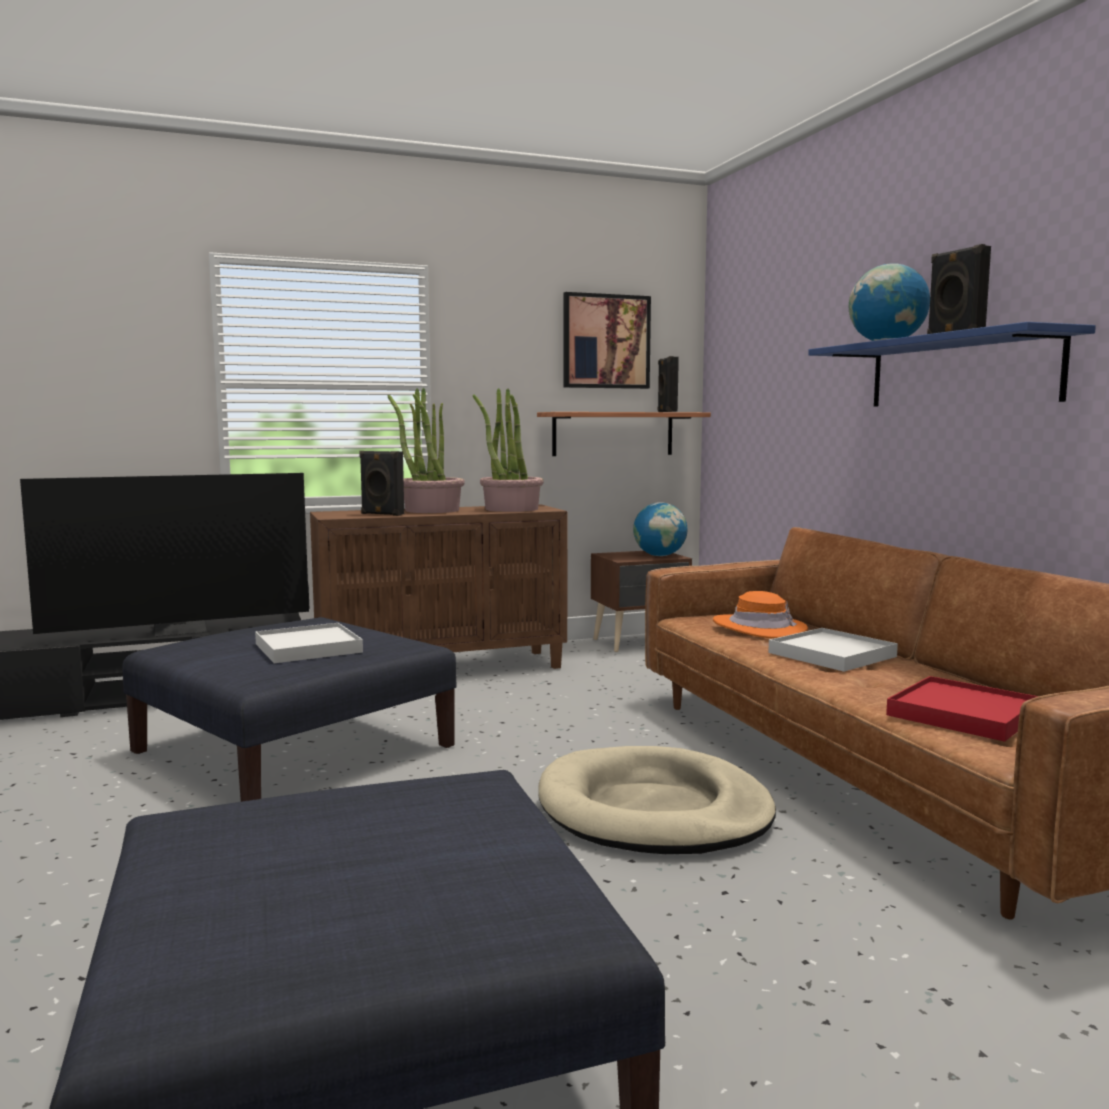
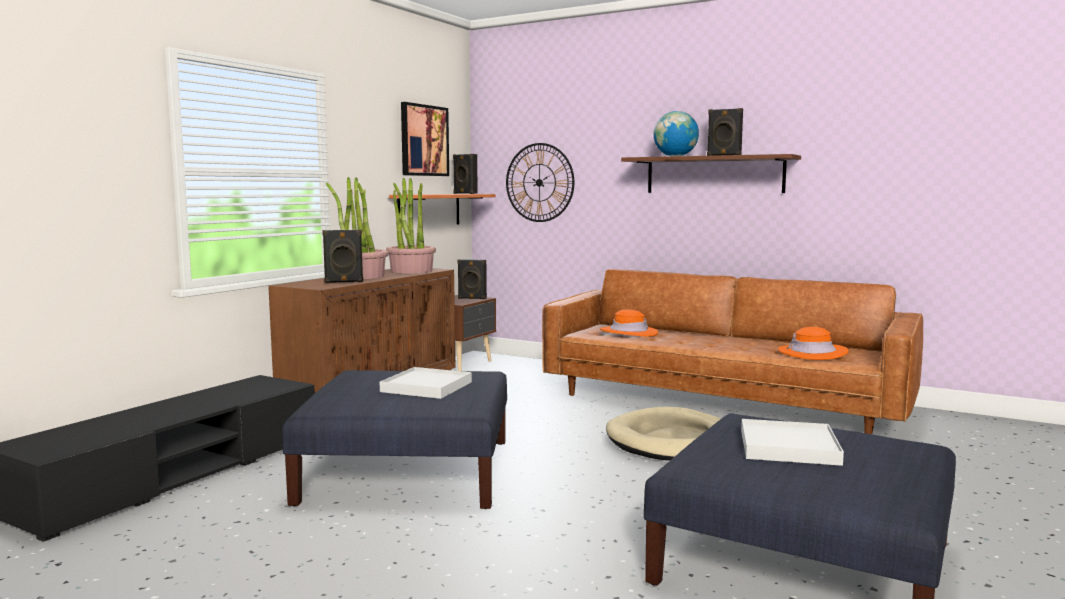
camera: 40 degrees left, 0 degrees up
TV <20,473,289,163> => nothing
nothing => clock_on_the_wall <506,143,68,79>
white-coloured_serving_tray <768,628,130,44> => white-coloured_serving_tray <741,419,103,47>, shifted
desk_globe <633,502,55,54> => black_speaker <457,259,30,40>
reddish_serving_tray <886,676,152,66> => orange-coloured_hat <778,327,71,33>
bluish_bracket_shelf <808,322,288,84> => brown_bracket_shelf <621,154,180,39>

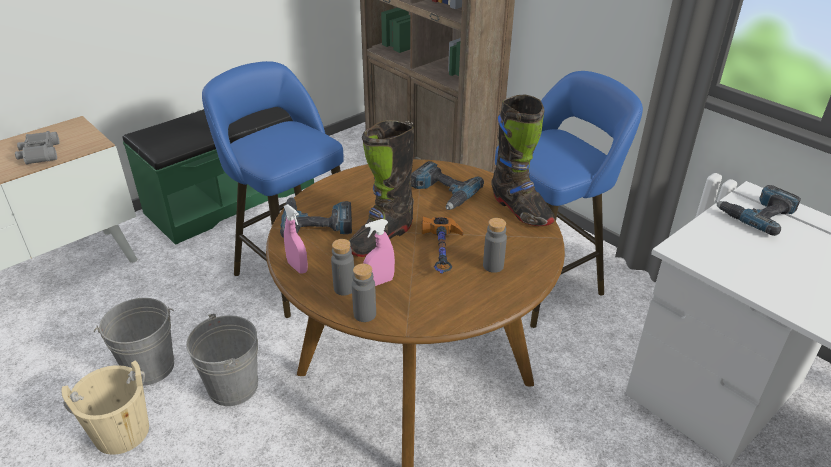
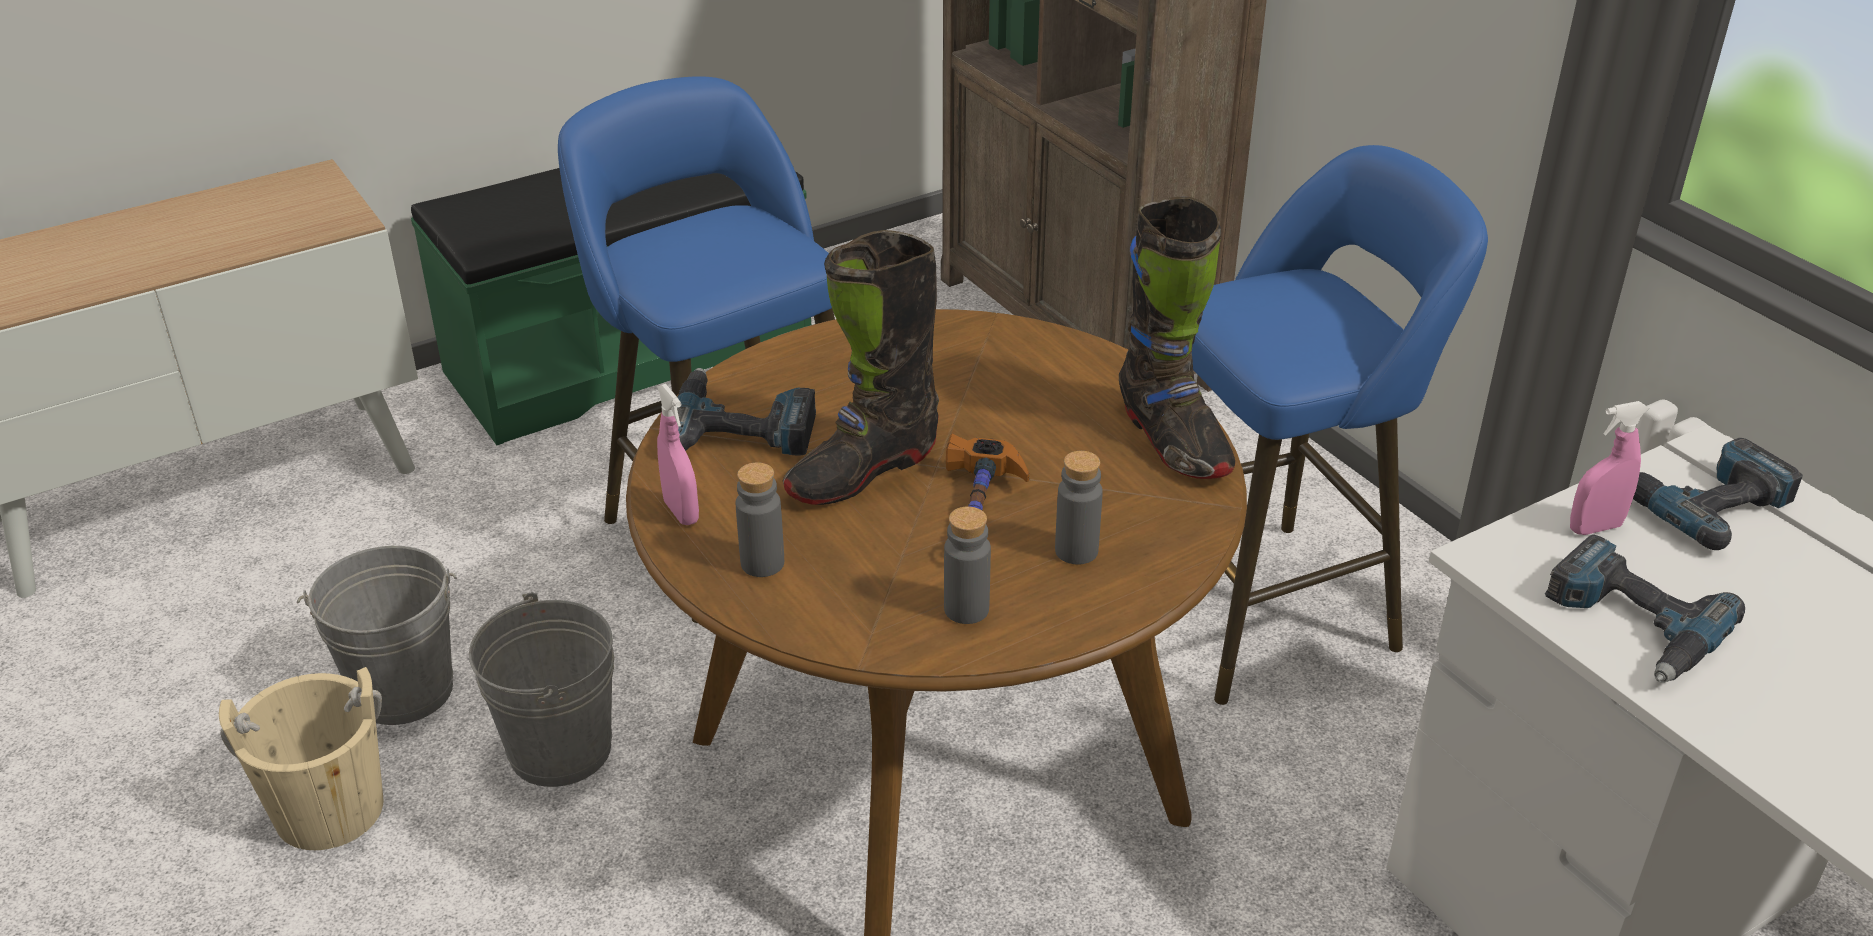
camera: 10 degrees right, 0 degrees up
gray_binoculars <15,131,45,33> => nothing
gray_drink_bottle <352,263,24,59> => gray_drink_bottle <944,506,47,118>, shifted
pink-coloured_spray_bottle <363,219,32,67> => pink-coloured_spray_bottle <1570,401,79,134>, shifted
drill <411,161,73,49> => drill <1545,534,200,149>, shifted

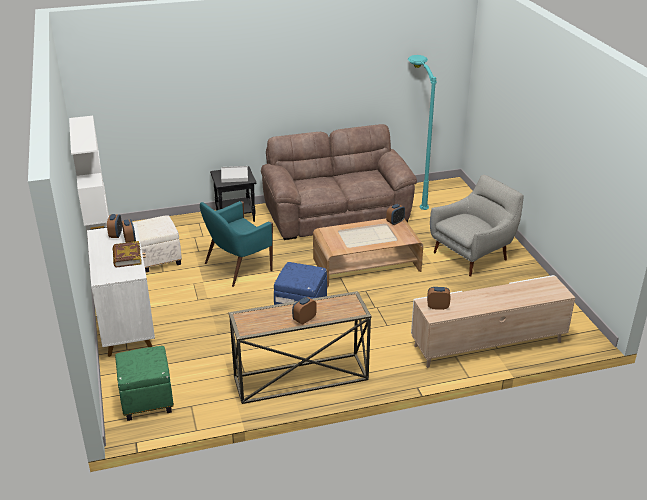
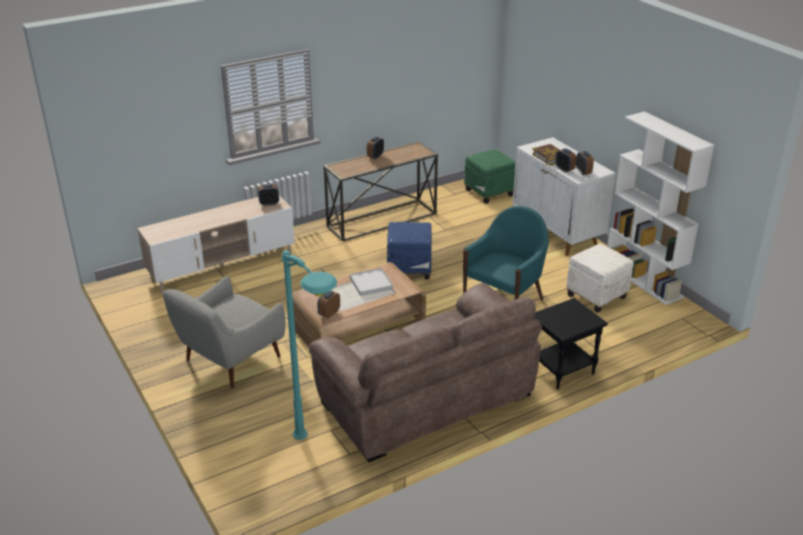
camera: 165 degrees right, 0 degrees up
white-coloured_serving_tray <221,166,27,17> => white-coloured_serving_tray <350,268,43,28>, shifted

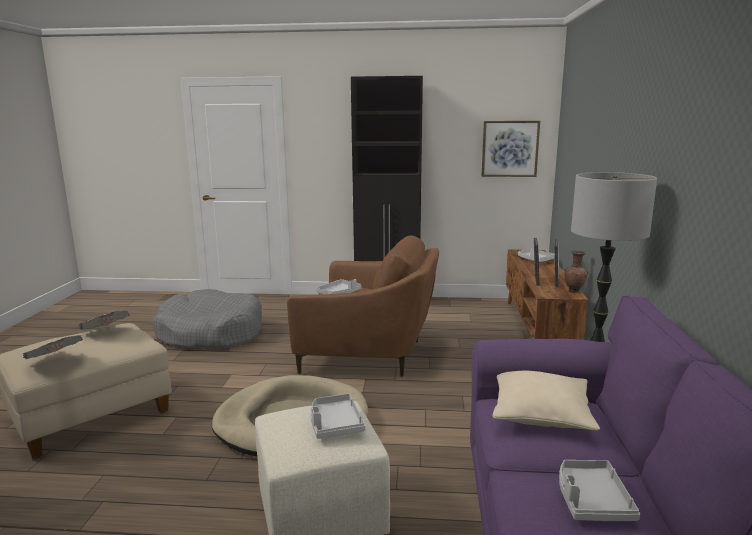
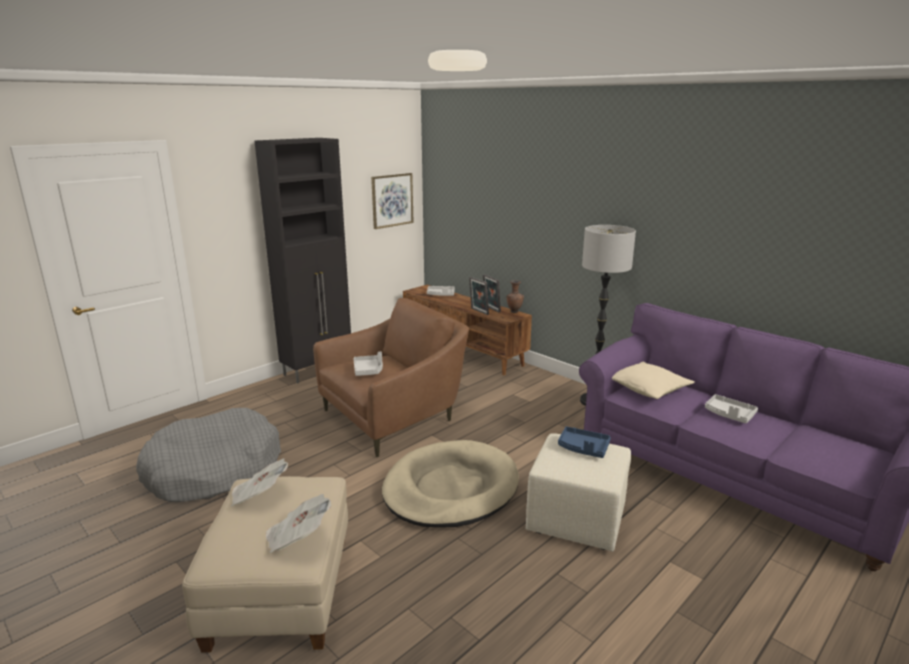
camera: 50 degrees left, 5 degrees up
gray_serving_tray <310,393,56,46> => bluish_serving_tray <558,426,53,32>

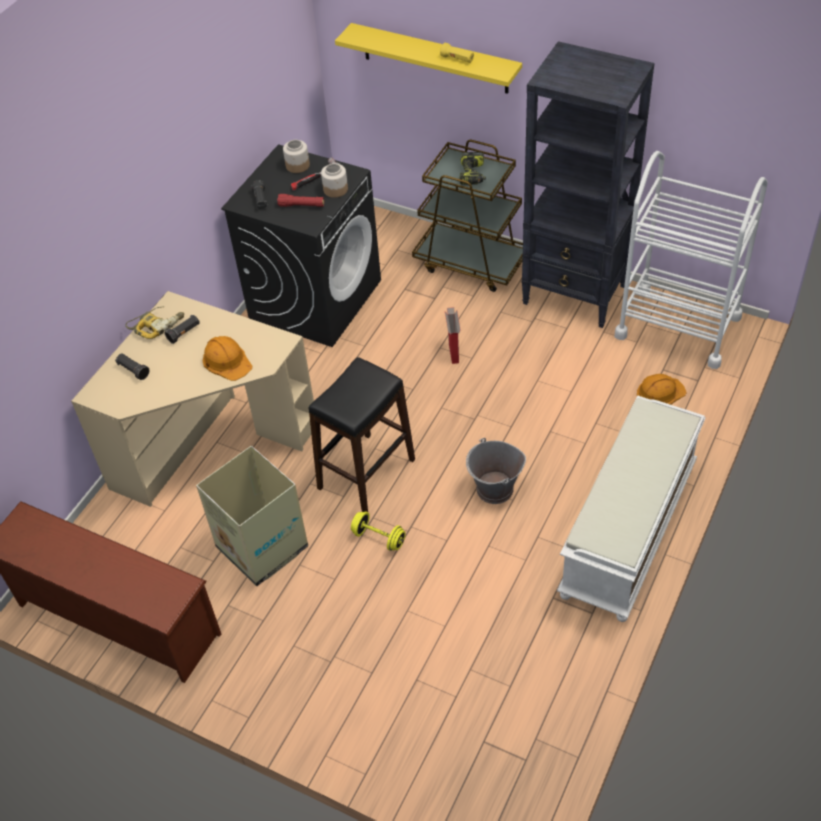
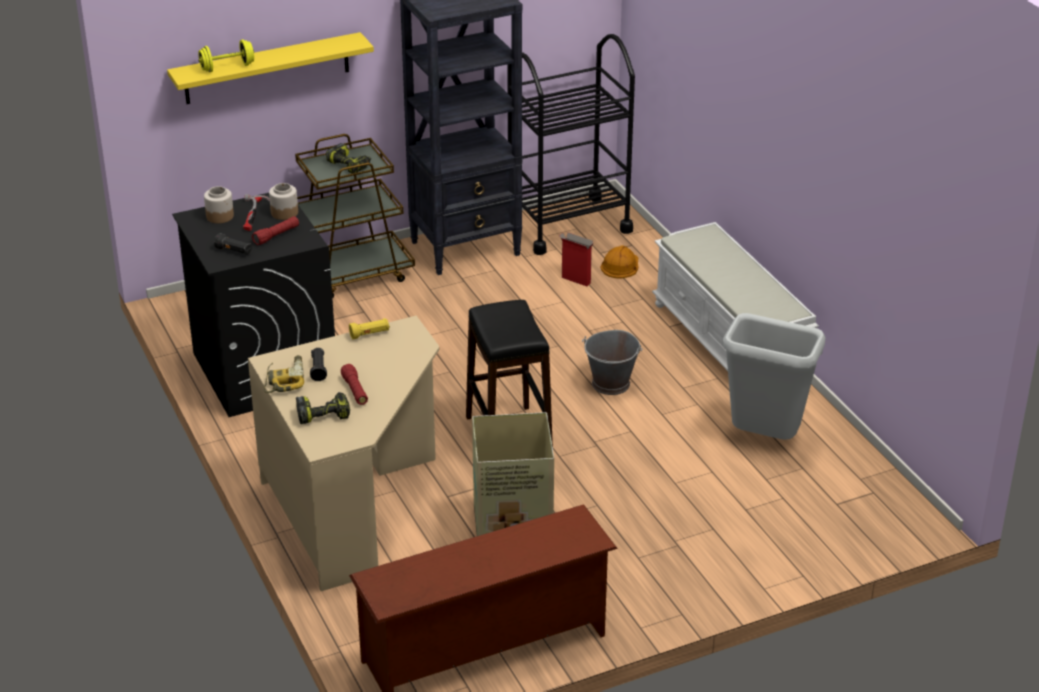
camera: 55 degrees left, 15 degrees down
orange-coloured_safety_helmet <203,336,49,45> => nothing
nothing => reddish_torch <341,364,27,41>
nothing => gray_waste_bin <722,313,104,127>
yellowish_hand_weight <351,511,55,40> => yellowish_hand_weight <198,40,56,32>, shifted
yellowish_torch <440,43,34,20> => yellowish_torch <349,318,41,21>, shifted
packing_box <445,307,16,57> => packing_box <559,232,35,54>, shifted
black_torch <115,353,34,27> => drill <296,392,54,32>
white-coloured_cart <615,151,153,218> => black_cart <507,34,128,221>

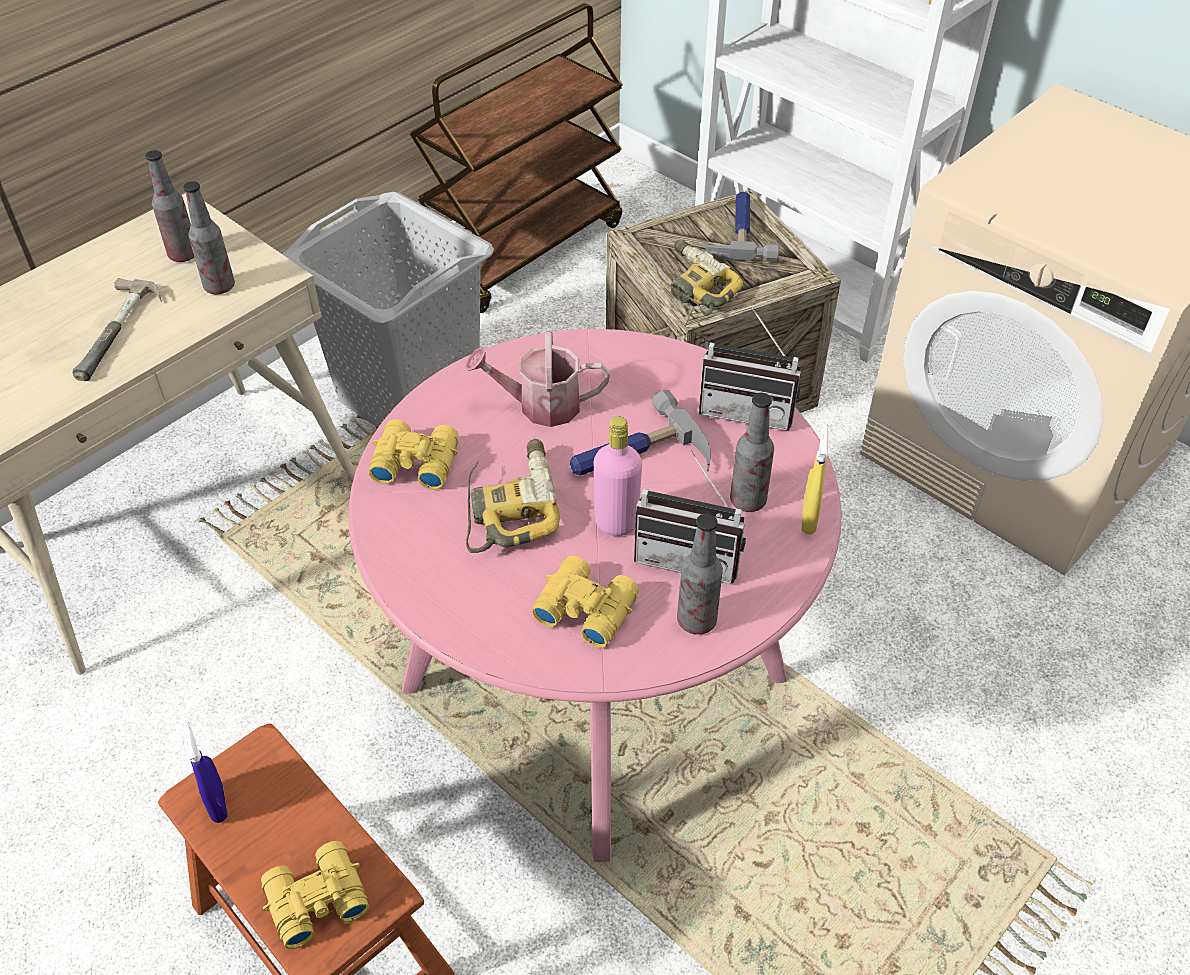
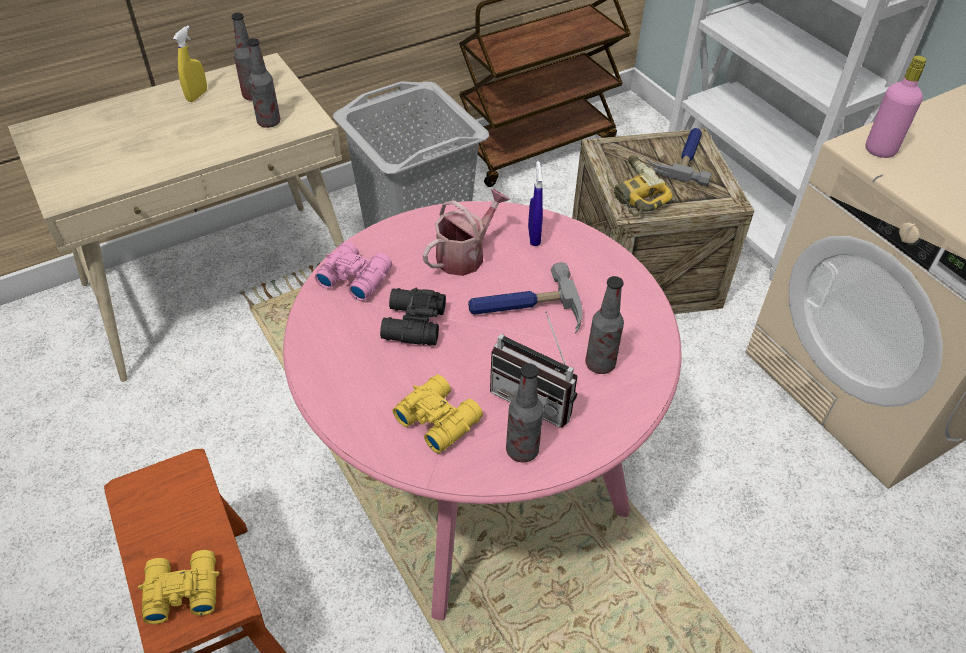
camera: 15 degrees right, 0 degrees up
hammer <72,278,90,103> => nothing
radio_receiver <699,307,102,124> => nothing
bluish_spray_bottle <184,723,44,100> => bluish_spray_bottle <528,161,15,85>, shifted
pink-coloured_drink_bottle <594,416,48,120> => pink-coloured_drink_bottle <866,55,61,103>, shifted
yellowish_spray_bottle <801,424,28,111> => yellowish_spray_bottle <173,26,34,76>, shifted
drill <466,439,94,114> => black_binoculars <380,287,66,58>
yellowish_binoculars <369,419,90,71> => pink-coloured_binoculars <315,241,77,60>
watering_pot <465,331,145,96> => watering_pot <423,189,87,87>, 120 degrees clockwise

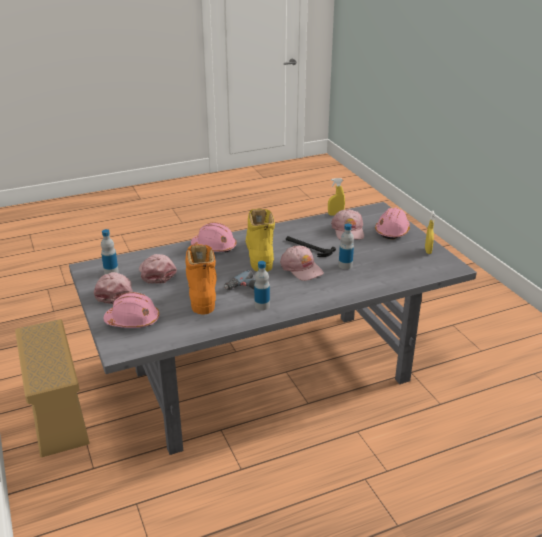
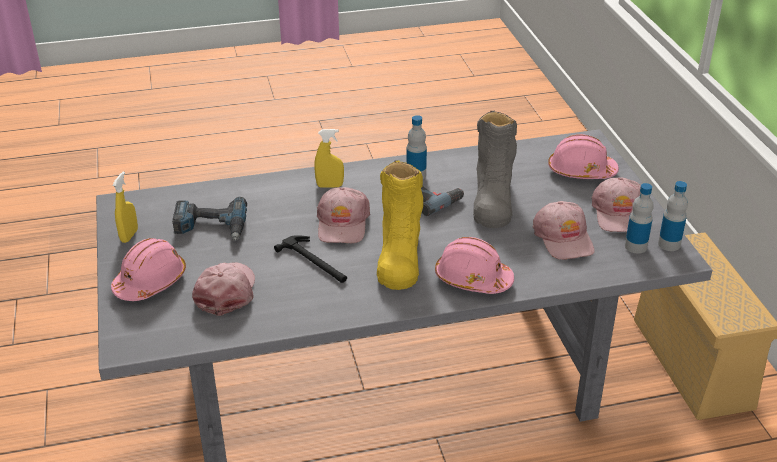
camera: 170 degrees left, 5 degrees up
nothing => drill <172,197,75,44>
yellowish_spray_bottle <328,178,17,38> => yellowish_spray_bottle <315,129,29,59>, shifted
drink_bottle <339,223,15,46> => drink_bottle <658,181,30,70>, shifted
orange-coloured_boot <185,245,32,69> => gray_boot <473,111,44,117>
pink-coloured_cap <280,246,44,35> => pink-coloured_cap <317,187,53,56>, 150 degrees counterclockwise

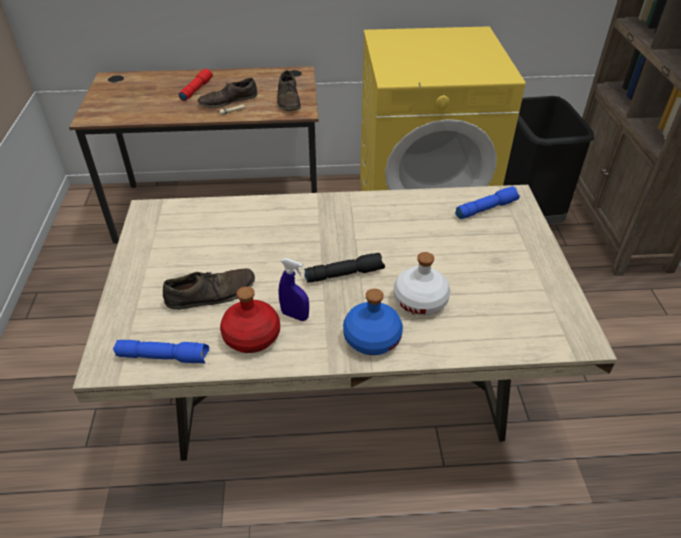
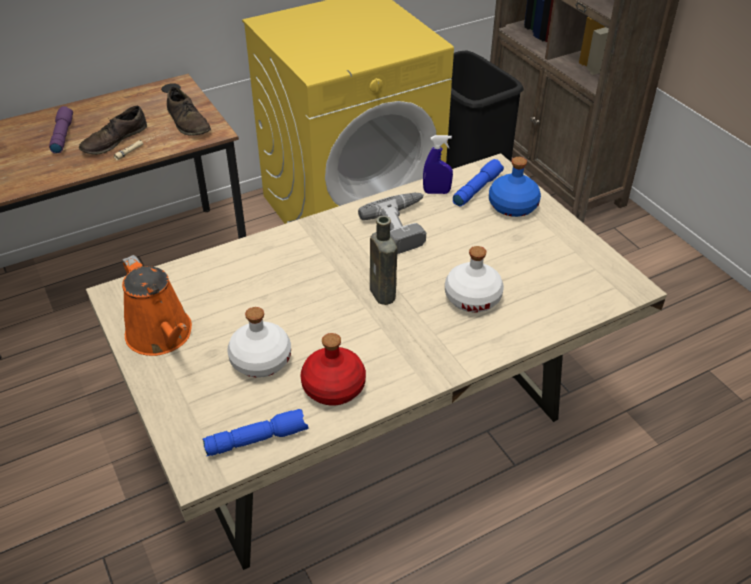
camera: 25 degrees left, 0 degrees up
nothing => orange-coloured_watering_pot <122,255,70,101>
nothing => drill <358,193,68,61>
bluish_spray_bottle <278,258,31,63> => bluish_spray_bottle <423,135,30,59>, shifted
bluish_drink_bottle <343,289,60,66> => bluish_drink_bottle <489,157,52,60>, shifted
brown_shoe <163,268,92,42> => white-coloured_drink_bottle <227,307,64,71>
black_torch <304,253,81,30> => brown_drink_bottle <370,216,28,89>
reddish_torch <179,69,34,32> => purple-coloured_torch <49,106,24,47>

